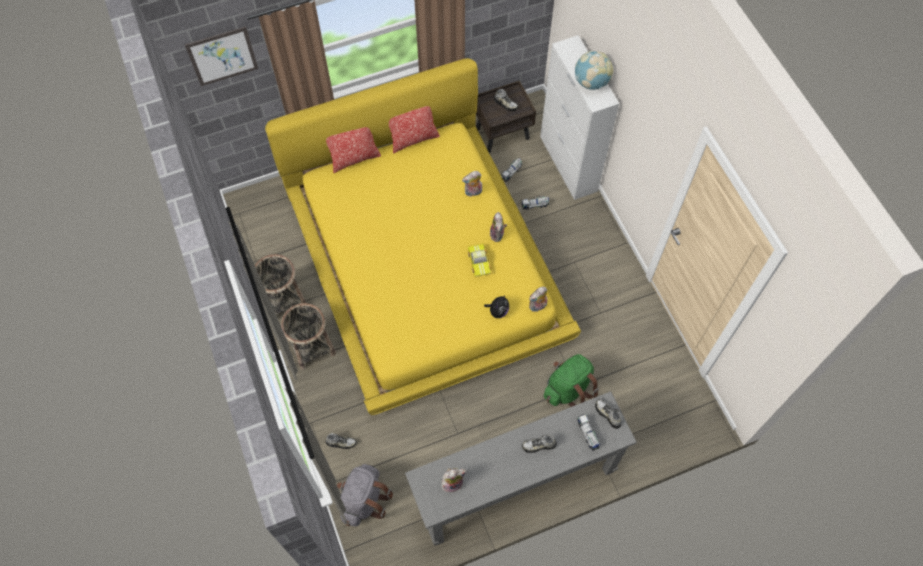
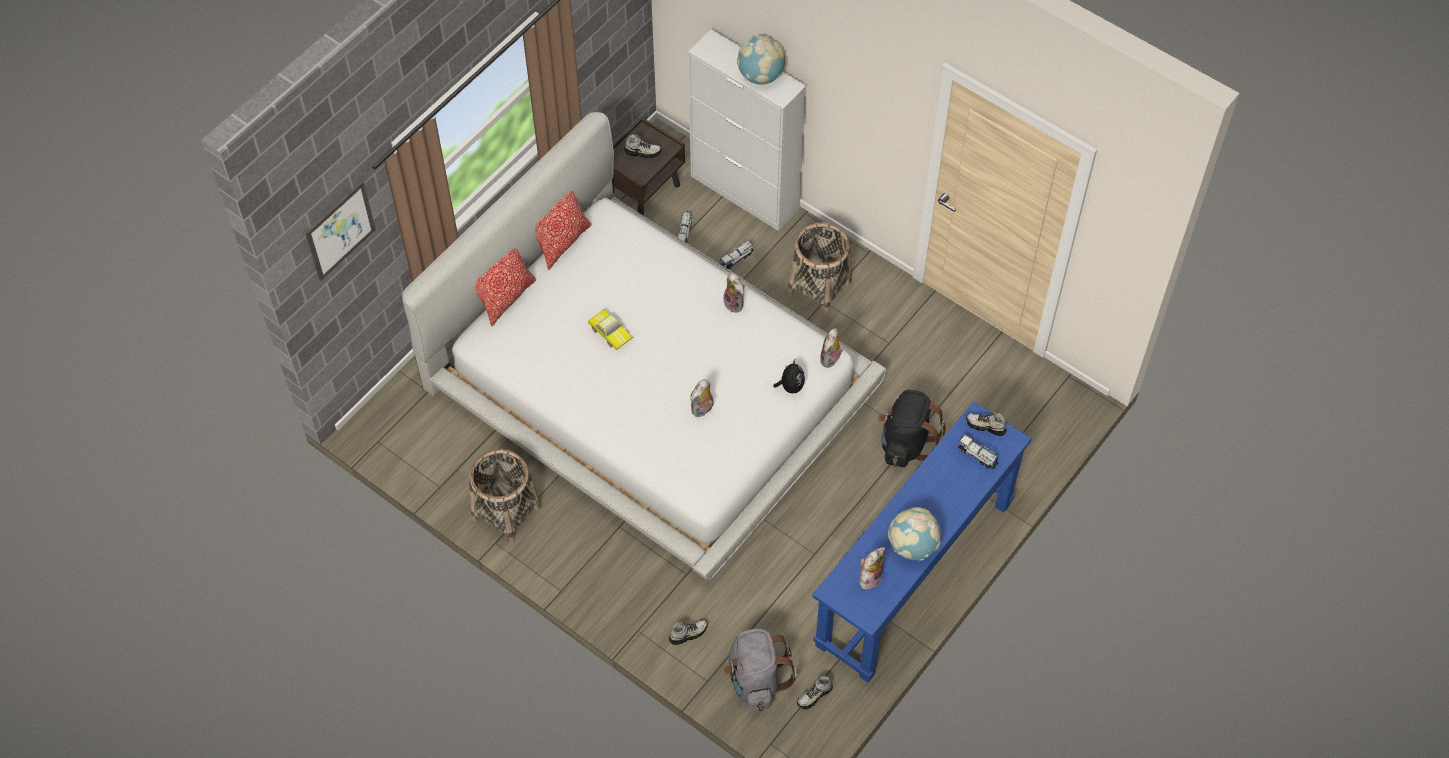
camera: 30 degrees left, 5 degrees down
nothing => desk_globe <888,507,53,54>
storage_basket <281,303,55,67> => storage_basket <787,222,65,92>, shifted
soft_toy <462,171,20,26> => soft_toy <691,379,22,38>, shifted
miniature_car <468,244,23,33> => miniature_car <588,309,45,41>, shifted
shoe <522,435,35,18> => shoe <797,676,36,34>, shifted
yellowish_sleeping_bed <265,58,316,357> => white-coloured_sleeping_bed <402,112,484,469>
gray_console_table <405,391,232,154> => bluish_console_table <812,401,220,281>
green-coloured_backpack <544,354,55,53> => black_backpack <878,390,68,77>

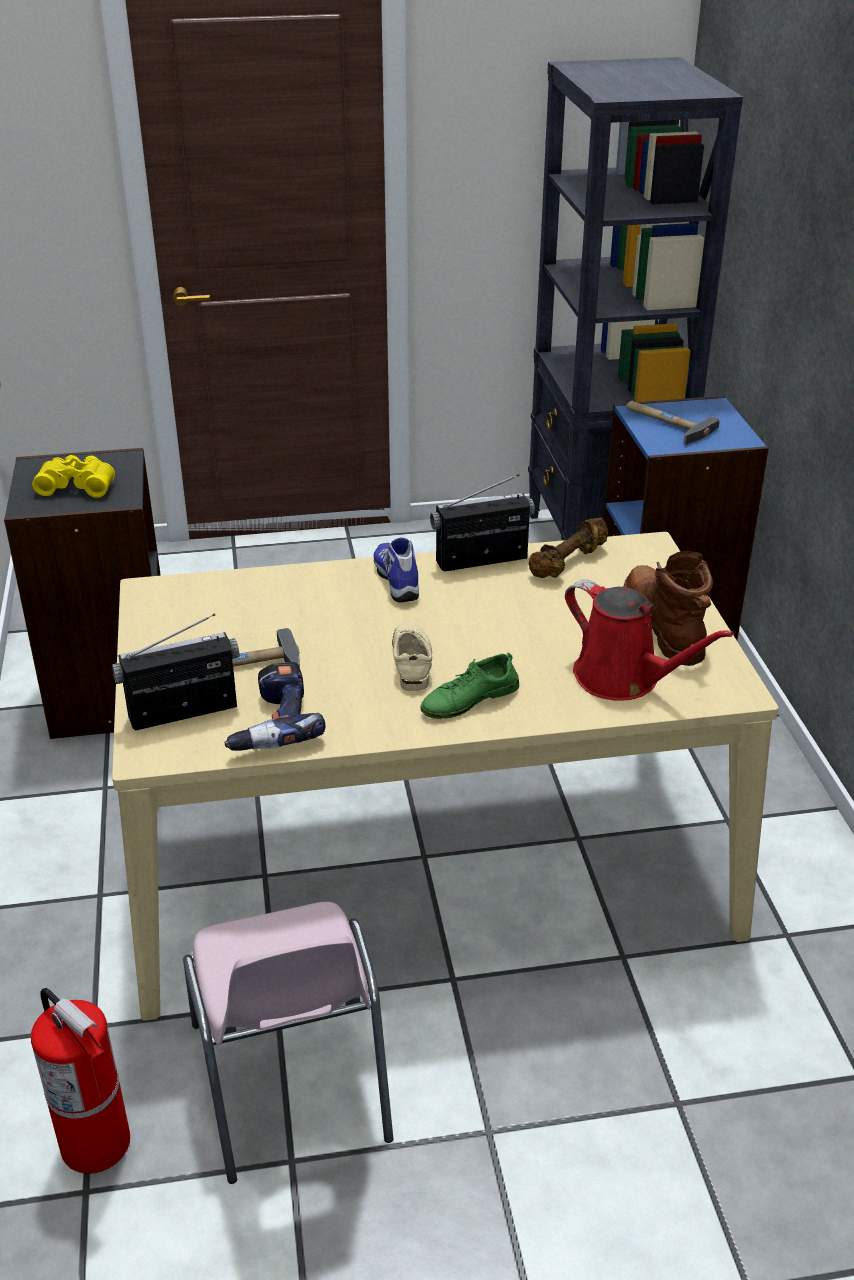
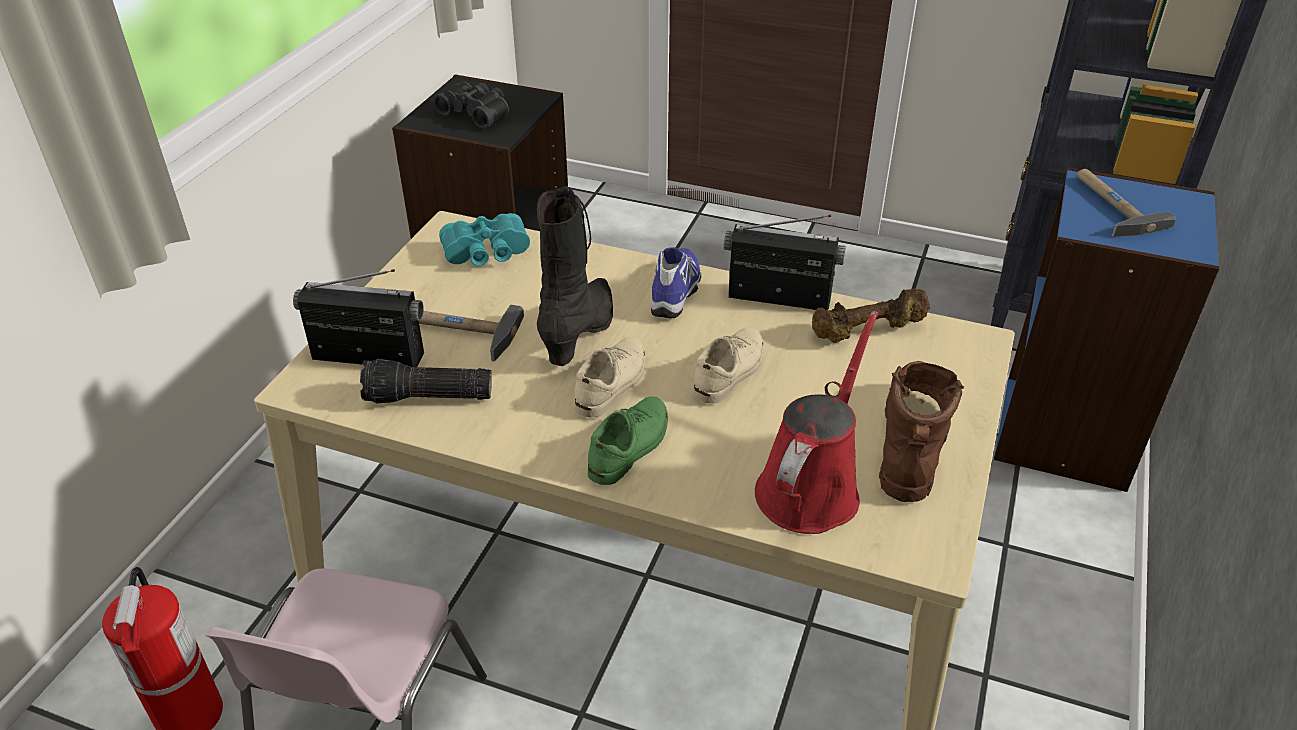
camera: 30 degrees right, 5 degrees up
nothing => blue-green_binoculars <439,213,91,53>
nothing => black_boot <537,186,76,180>
nothing => beige_shoe <693,327,71,76>
drill <225,662,101,89> => torch <360,359,132,44>
yellowish_binoculars <32,455,83,43> => black_binoculars <434,82,75,47>
green-coloured_shoe <421,652,98,67> => green-coloured_shoe <588,396,80,89>, 120 degrees clockwise
reddish_watering_pot <565,579,169,122> => reddish_watering_pot <755,311,124,223>, 135 degrees counterclockwise

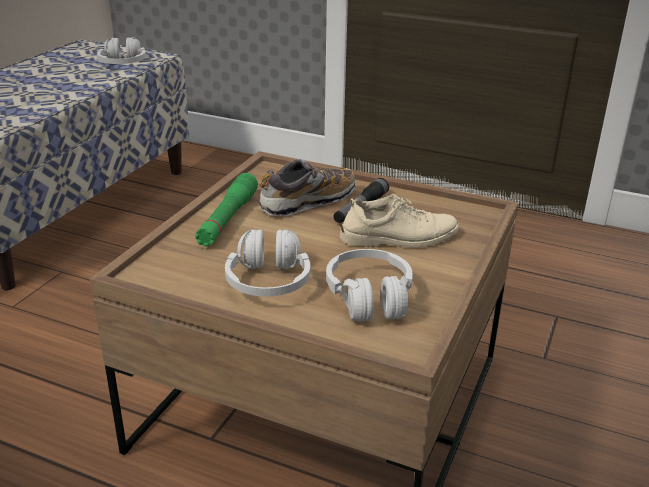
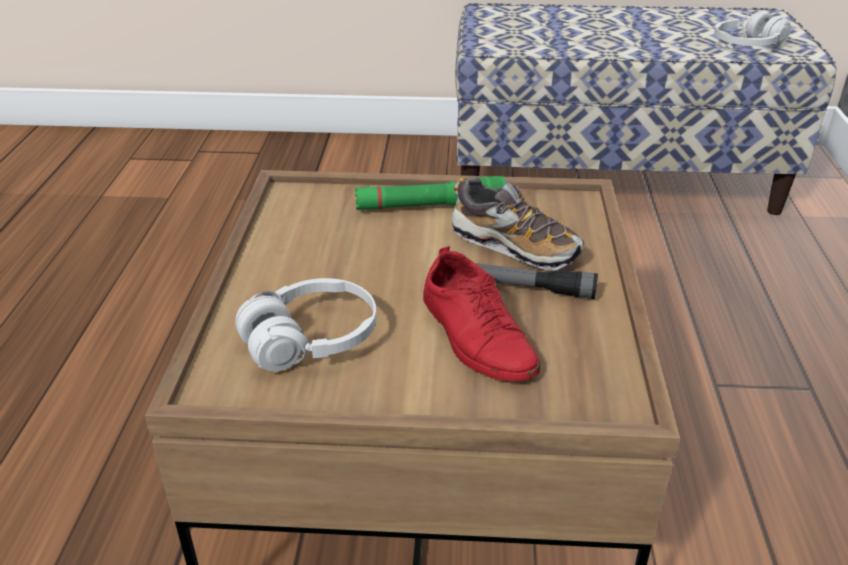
camera: 70 degrees right, 5 degrees up
white-coloured_headset <225,229,86,67> => nothing
beige_shoe <340,194,119,54> => reddish_shoe <423,246,117,135>

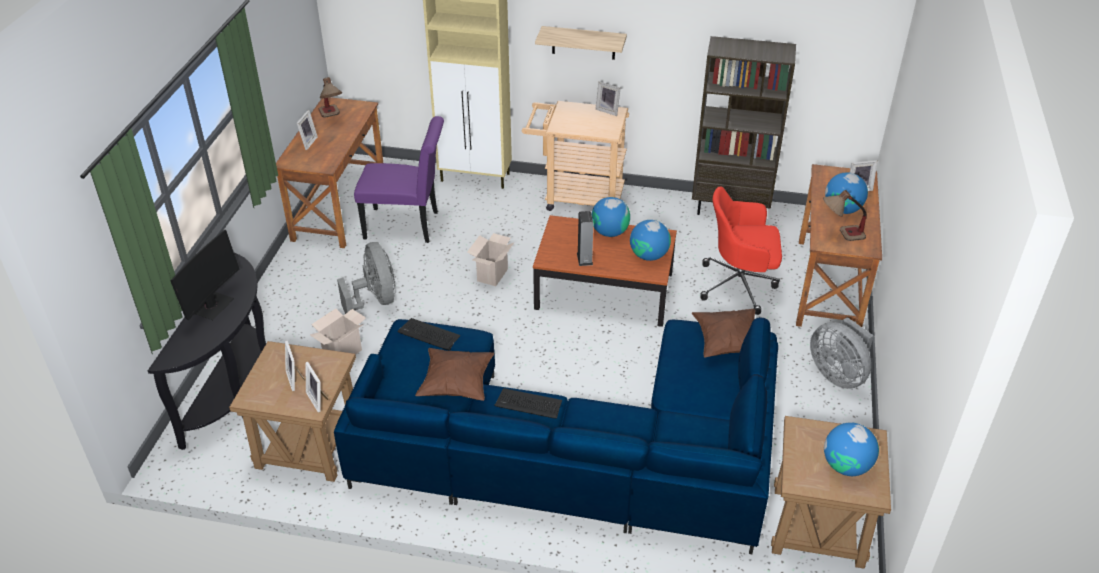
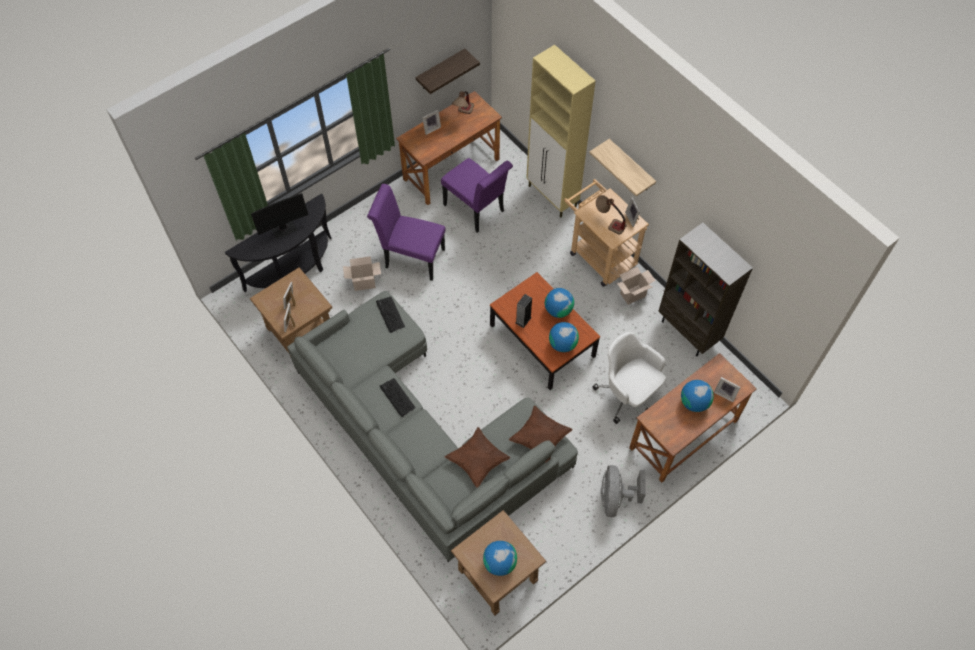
camera: 40 degrees right, 20 degrees up
nothing => bracket_shelf <416,49,64,45>
brown_throw_pillow <415,348,79,53> => brown_throw_pillow <445,427,65,61>, shifted
packing_box <467,233,48,53> => packing_box <617,267,39,38>, shifted
table_lamp <823,190,44,51> => table_lamp <596,195,31,40>, shifted
gray_fan <337,242,59,72> => purple-coloured_plain_chair <367,184,79,97>
bluish_sofa <334,317,444,237> => gray_sofa <287,291,291,271>
reddish_office_chair <700,187,82,128> => white-coloured_office_chair <592,332,74,92>

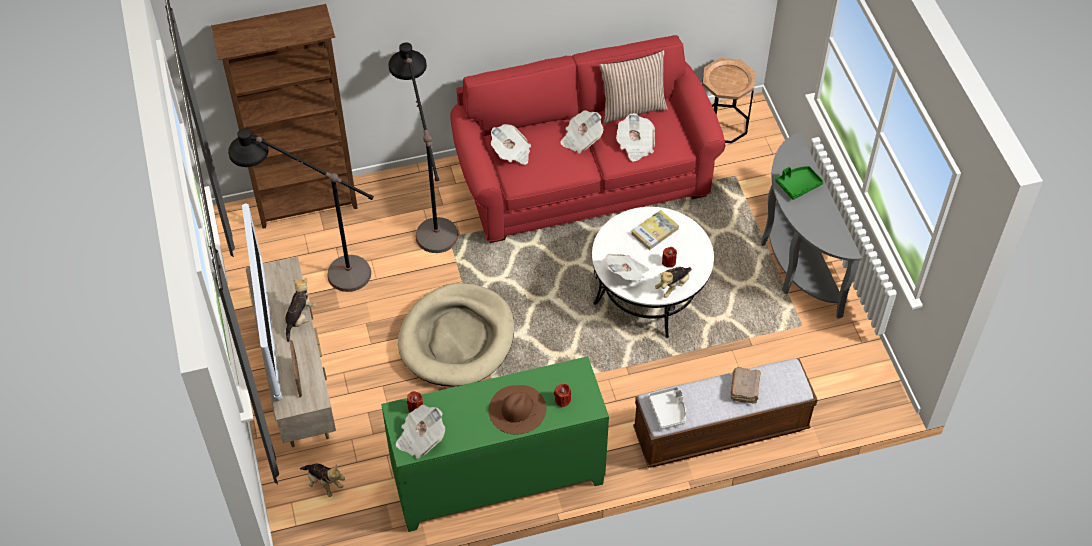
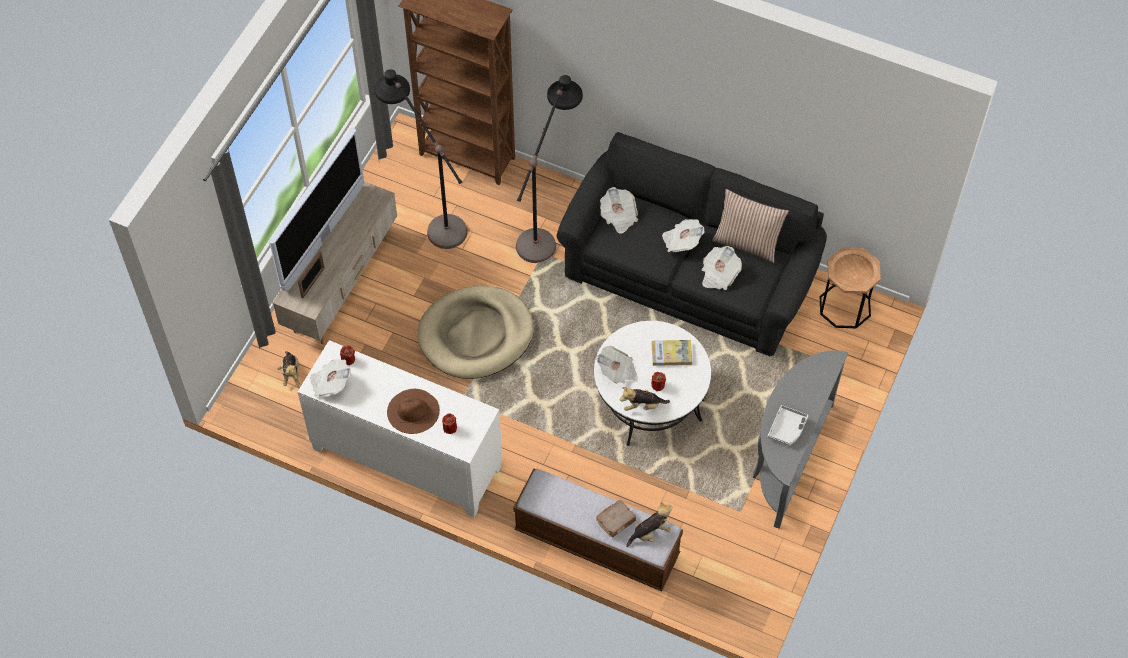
camera: 40 degrees right, 5 degrees up
green-coloured_serving_tray <775,166,49,34> => nothing
soft_toy <284,277,32,65> => soft_toy <626,502,47,45>, shifted
gray_serving_tray <648,387,38,43> => gray_serving_tray <768,405,40,41>, shifted
green-coloured_storage_cabinet <381,356,228,176> => white-coloured_storage_cabinet <298,340,204,177>
reddish_sofa <450,35,275,208> => black_sofa <557,132,270,224>

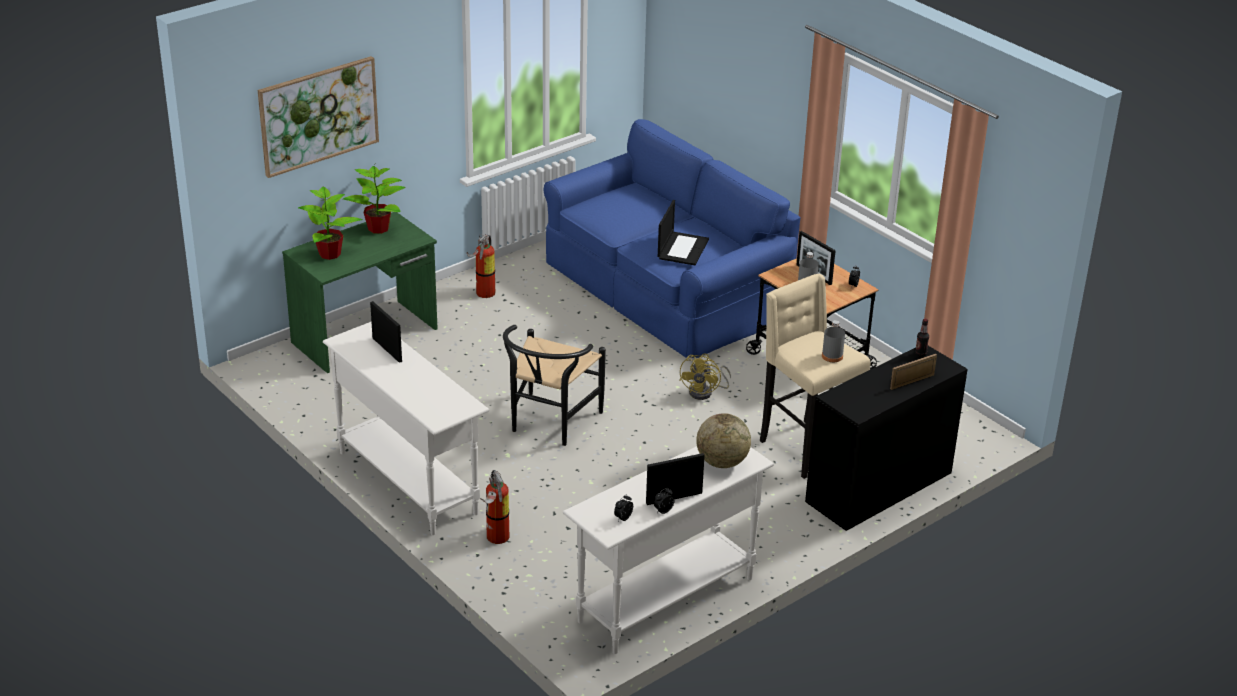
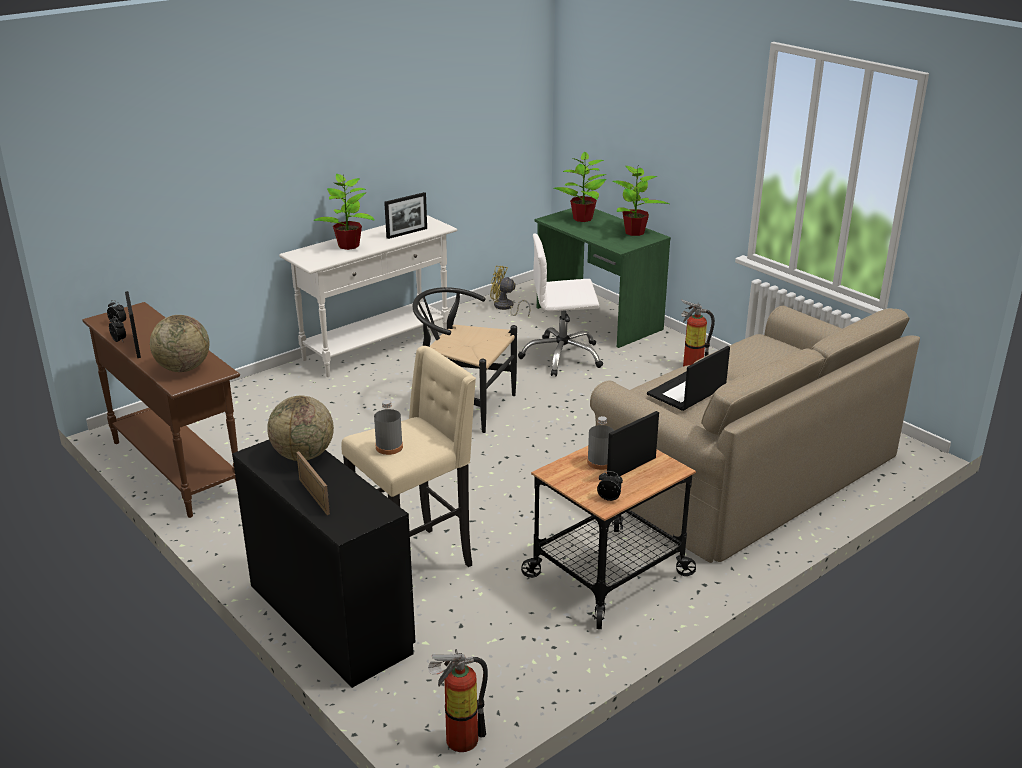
camera: 90 degrees right, 5 degrees down
wall_art <258,56,121,122> => nothing
drink_bottle <915,319,14,38> => nothing
nothing => desk_globe <267,396,67,65>
nothing => plant_in_a_pot <314,174,61,76>
nothing => white-coloured_office_chair <518,234,85,142>
fire-fighting_cylinder <480,470,30,74> => fire-fighting_cylinder <428,649,60,103>, shifted
yellowish_fan <679,353,52,47> => yellowish_fan <490,266,41,51>, shifted
bluish_sofa <544,119,256,239> => beige_sofa <590,306,330,257>
white-coloured_console_table <563,446,211,208> => brown_console_table <82,302,158,216>
laptop <658,200,51,65> => laptop <647,346,83,65>, 120 degrees clockwise

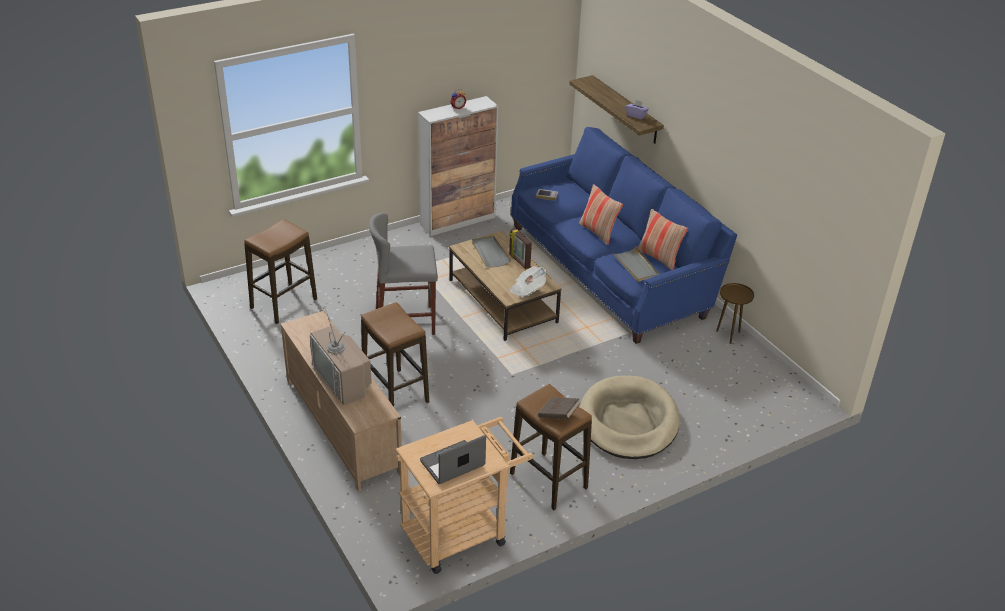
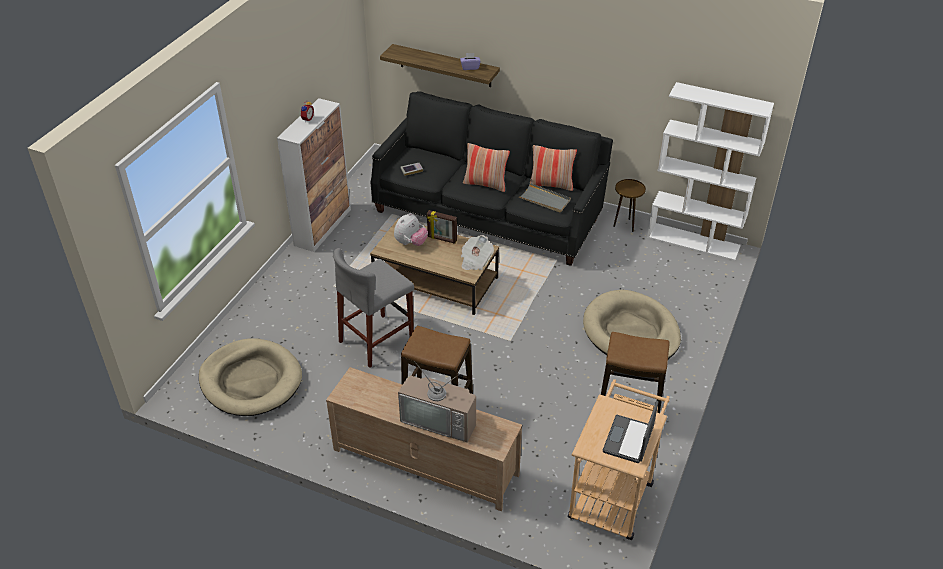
camera: 35 degrees left, 5 degrees up
brown_bound_book <538,398,43,21> => nothing
nothing => white-coloured_bookcase <647,82,127,179>
stool_seat <244,219,73,105> => beige_pet_bed <199,338,103,78>
gray_serving_tray <472,235,39,33> => soft_toy <394,213,34,33>
bluish_sofa <511,127,226,217> => black_sofa <370,92,243,174>

